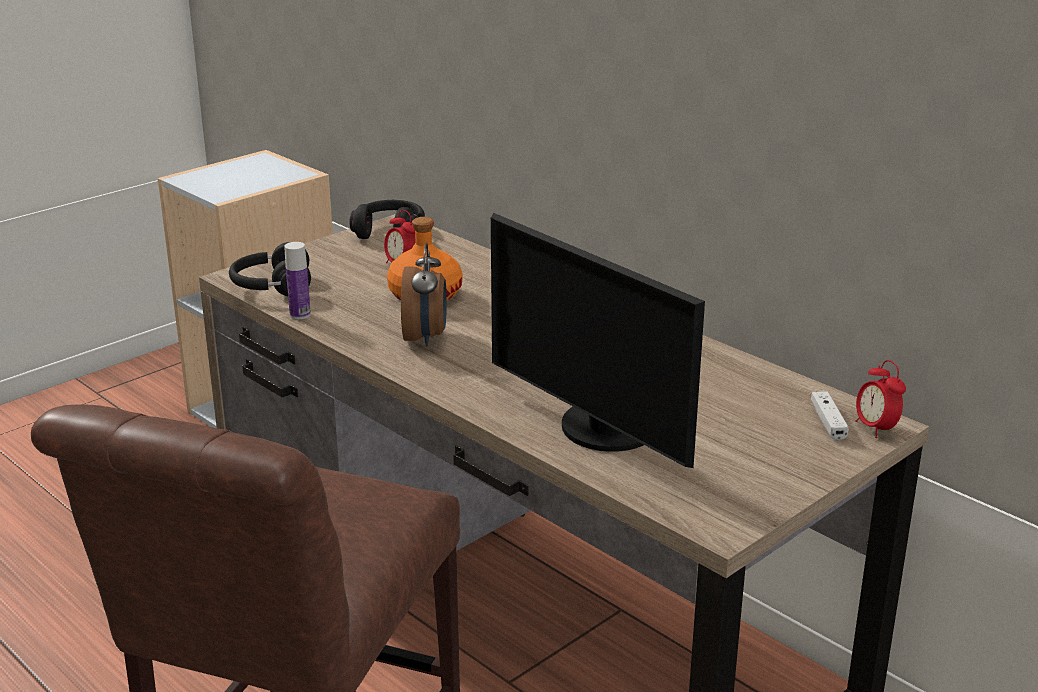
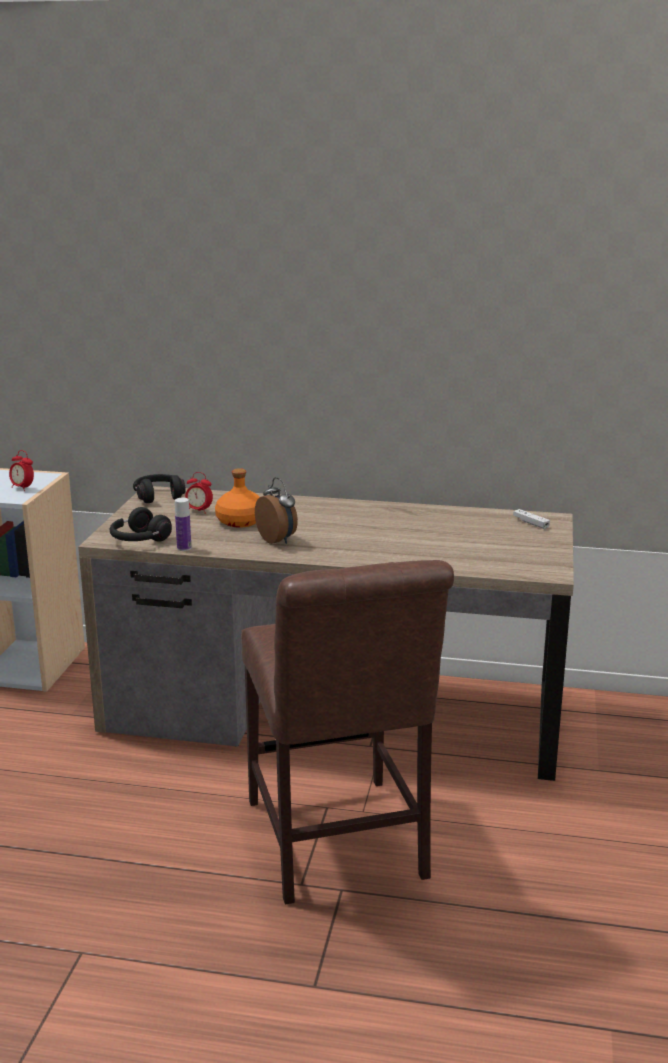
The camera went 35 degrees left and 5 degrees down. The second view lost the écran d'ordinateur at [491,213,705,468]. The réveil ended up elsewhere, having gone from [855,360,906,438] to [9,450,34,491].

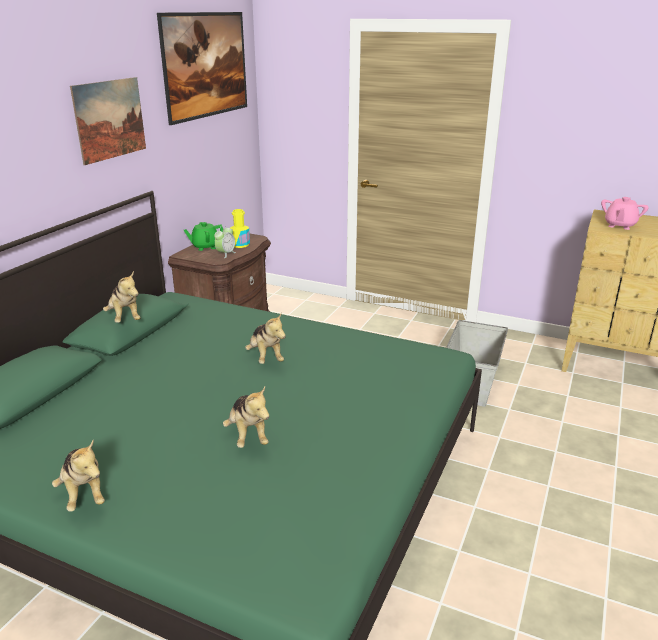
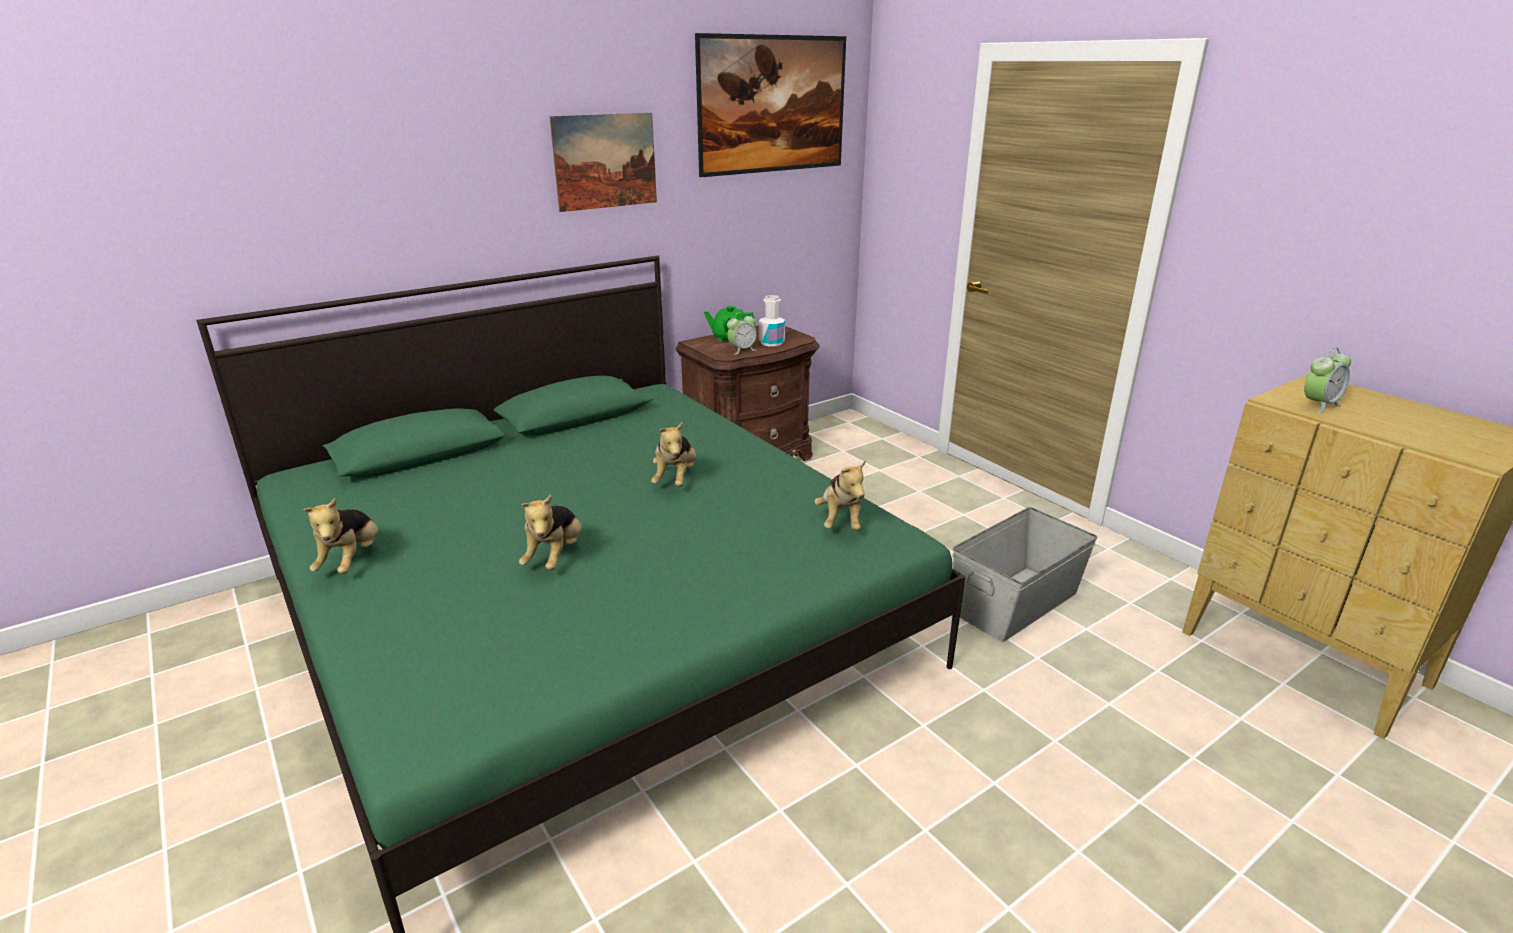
The camera went 30 degrees right and 0 degrees up. The peluche ended up elsewhere, having gone from [103,271,141,323] to [814,460,866,531]. What was the bouteille/jaune at [230,209,250,248] turned into the bouteille/blanc at [759,295,785,346]. Where the théière/rose stood at [601,197,649,230], the réveil came to stand at [1304,347,1351,413].

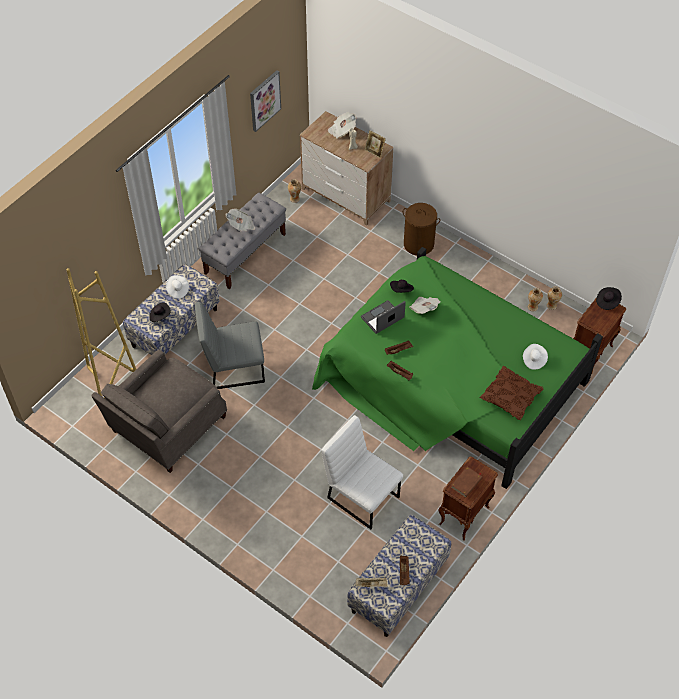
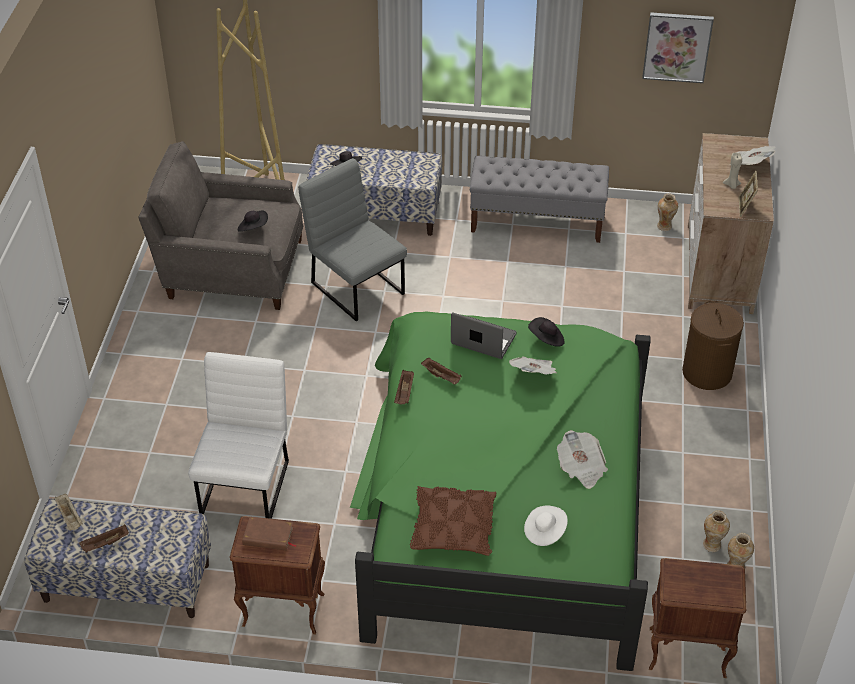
The camera went 60 degrees right and 10 degrees down. The second view lost the chapeau/blanc at [166,275,189,299]. The journal ended up elsewhere, having gone from [225,209,256,231] to [557,430,608,489]. The chapeau/noir ended up elsewhere, having gone from [596,287,622,310] to [238,210,268,232].

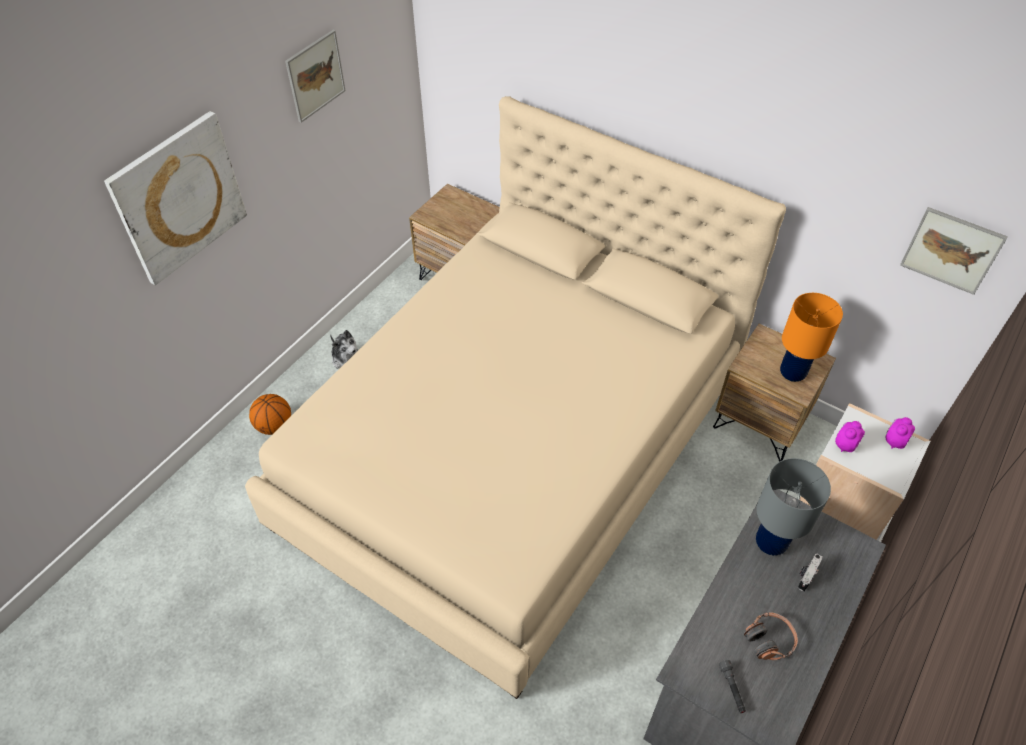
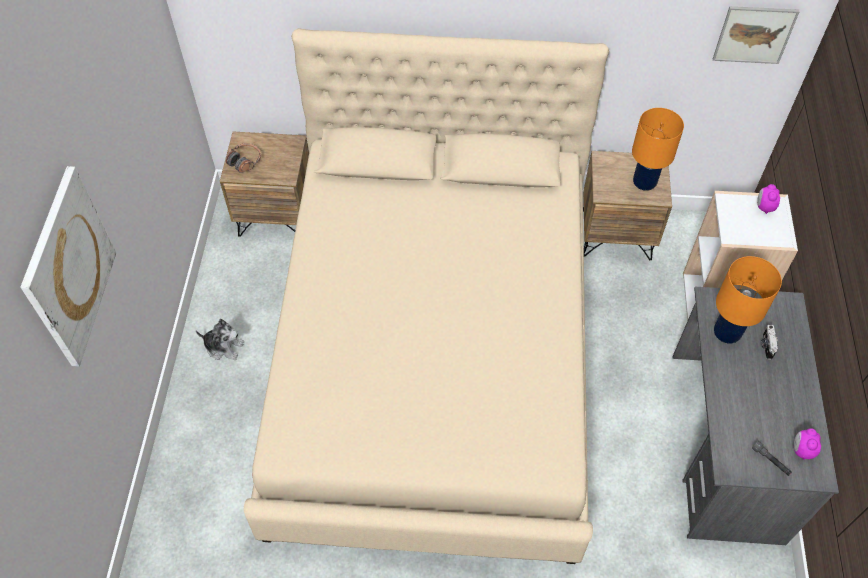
The camera went 30 degrees left and 5 degrees up. The second view lost the ballon de basket at [249,394,291,435]. The second view lost the tableau at [285,30,346,123]. The casque audio ended up elsewhere, having gone from [744,612,798,660] to [226,143,261,173]. What was the lampe de table/gris at [756,458,831,556] turned into the lampe de table/orange at [714,256,782,344]. The réveil ended up elsewhere, having gone from [835,421,865,452] to [794,428,821,460].

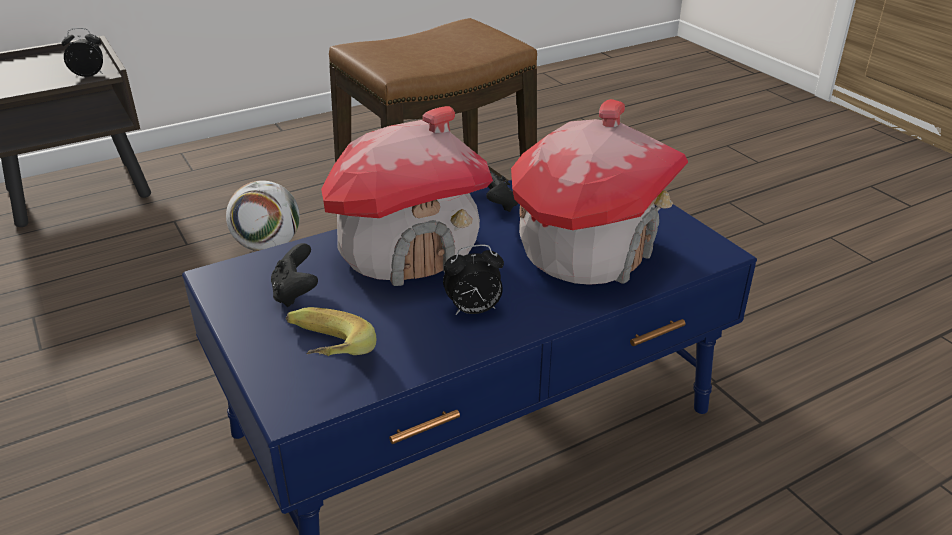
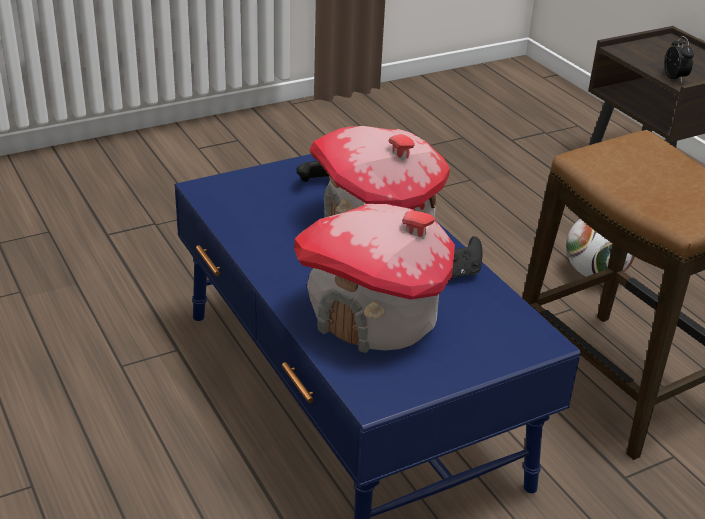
The camera went 90 degrees right and 0 degrees up. The second view lost the banane at [286,307,376,356]. The second view lost the réveil at [443,245,504,315].

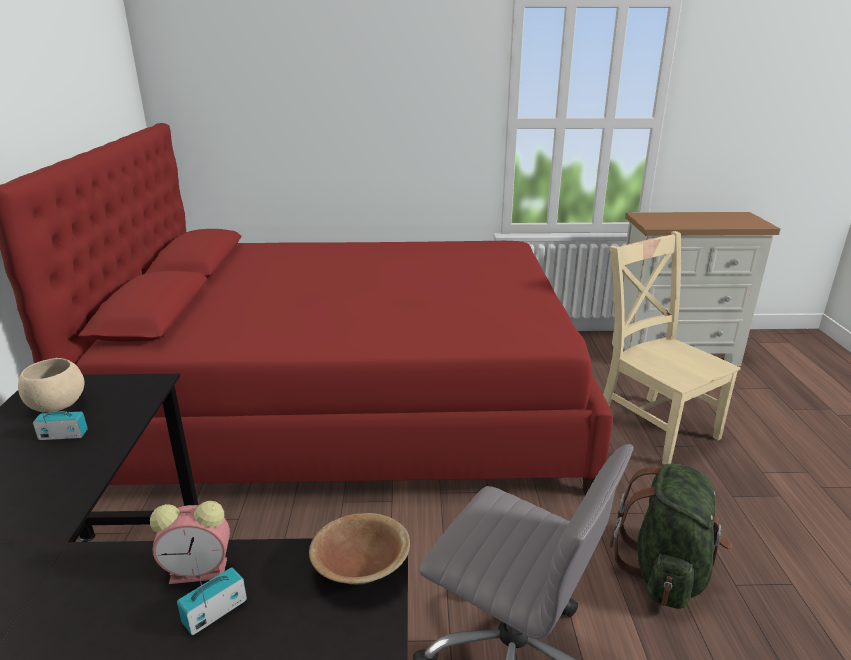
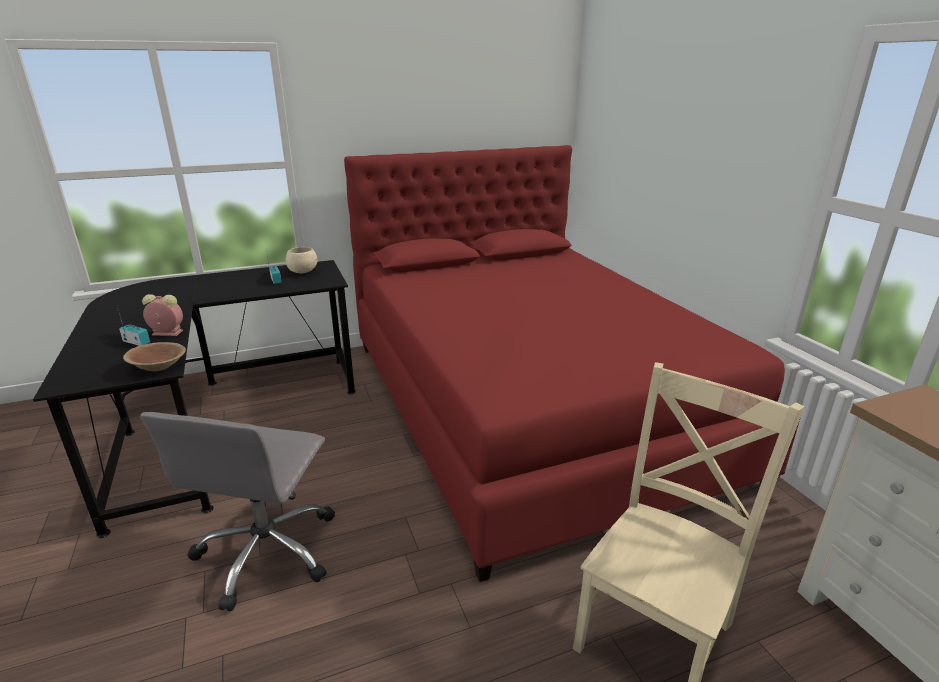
The camera went 70 degrees right and 0 degrees up. The réveil at [150,501,230,584] ended up facing another way, 120 degrees clockwise from before. The second view lost the sac à dos/vert at [610,463,732,609].

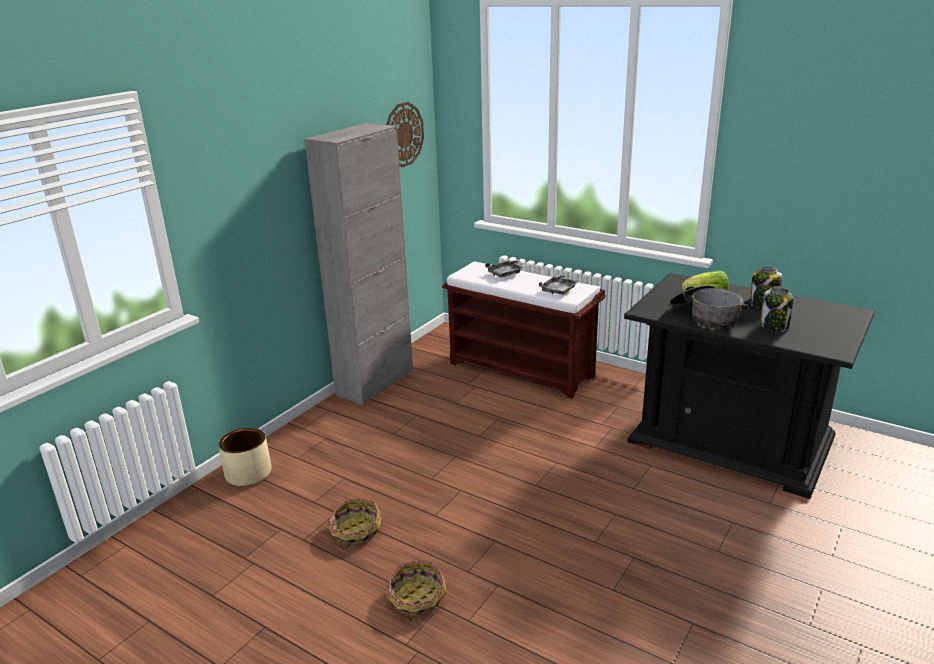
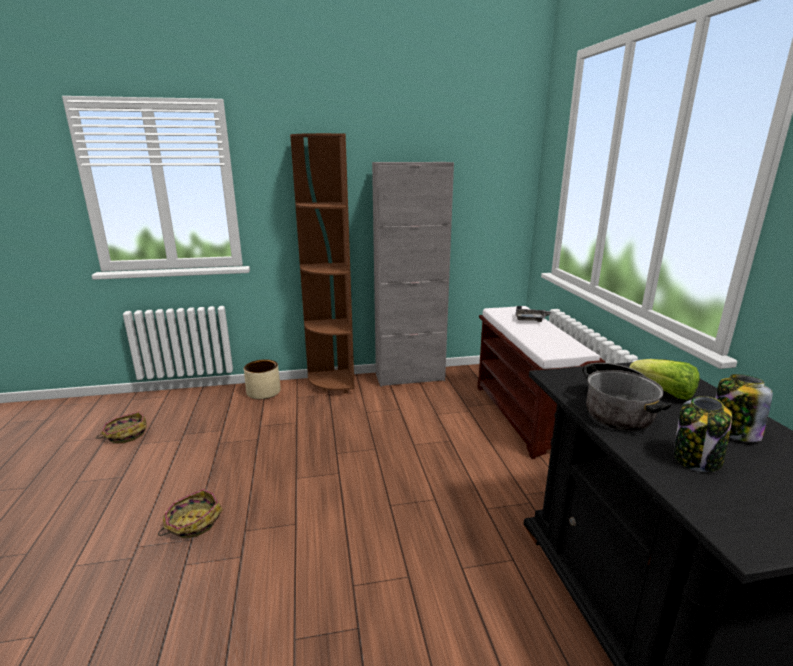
The camera went 45 degrees right and 5 degrees down. The panier ended up elsewhere, having gone from [327,499,382,549] to [96,411,147,443]. The second view lost the horloge murale at [386,102,424,167]. The second view lost the plateau/gris at [539,274,579,295]. The second view gained the bibliothèque/marron at [290,133,355,393].

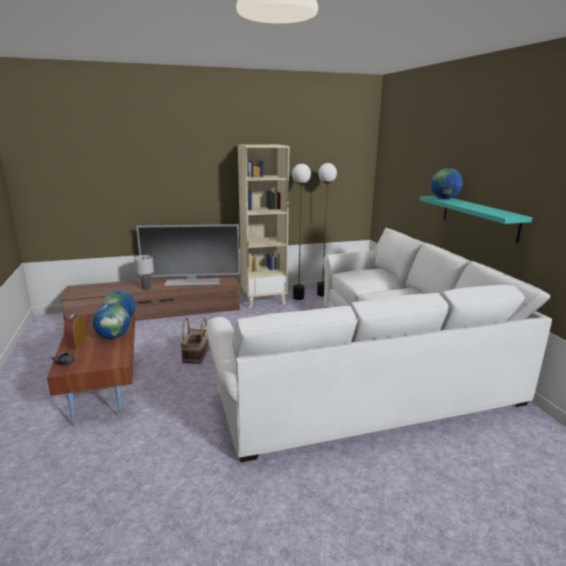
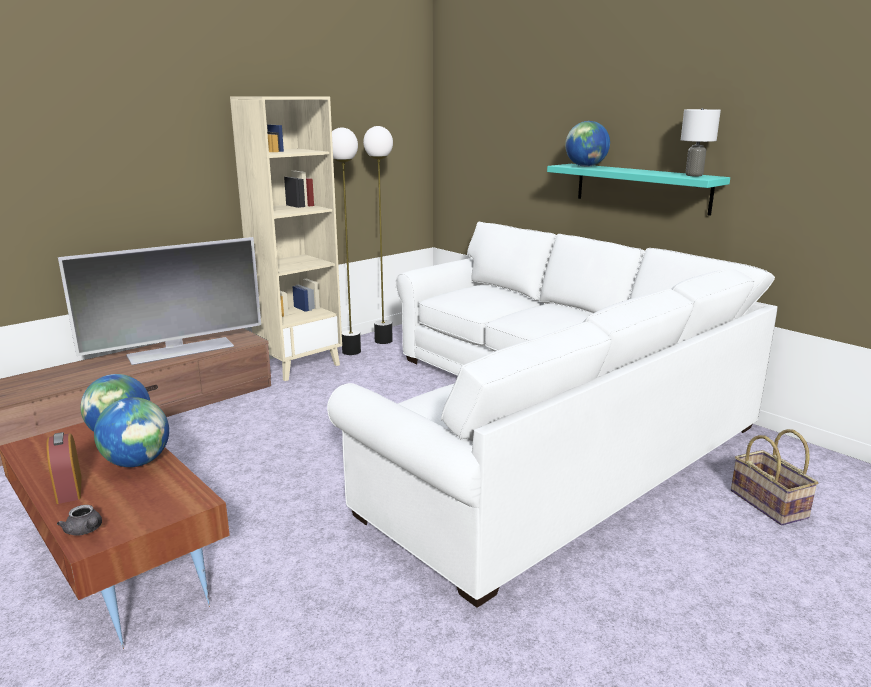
The camera went 25 degrees left and 0 degrees up. The lampe de table/blanc ended up elsewhere, having gone from [134,255,154,290] to [681,108,721,177]. The panier ended up elsewhere, having gone from [180,317,209,364] to [731,429,818,526].

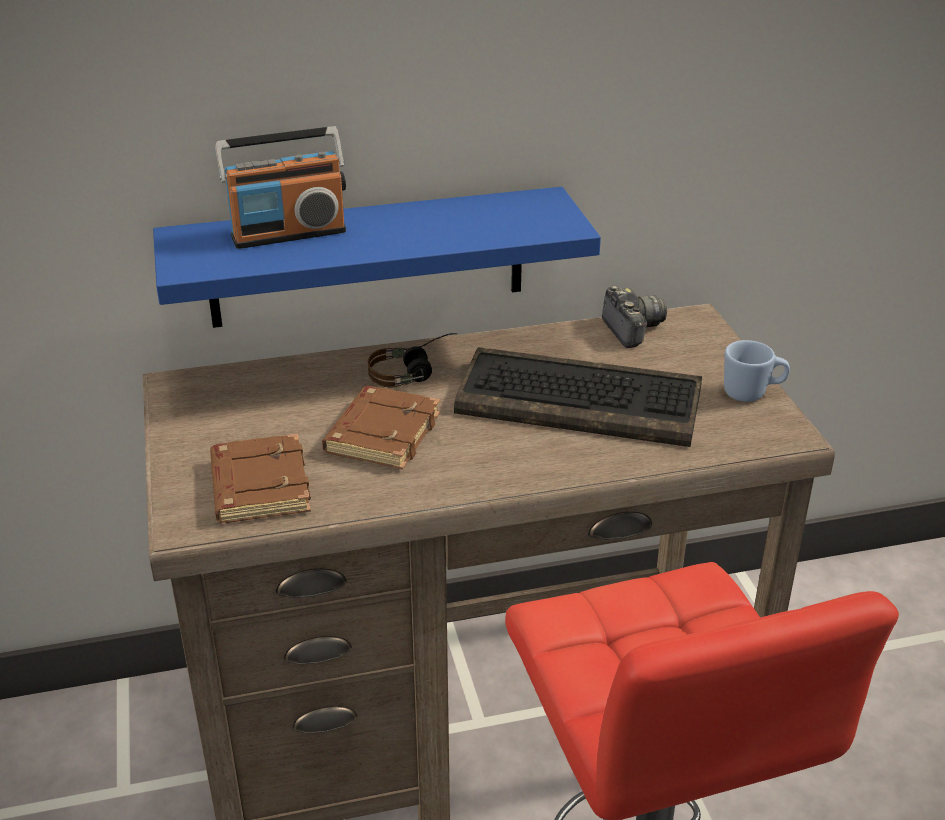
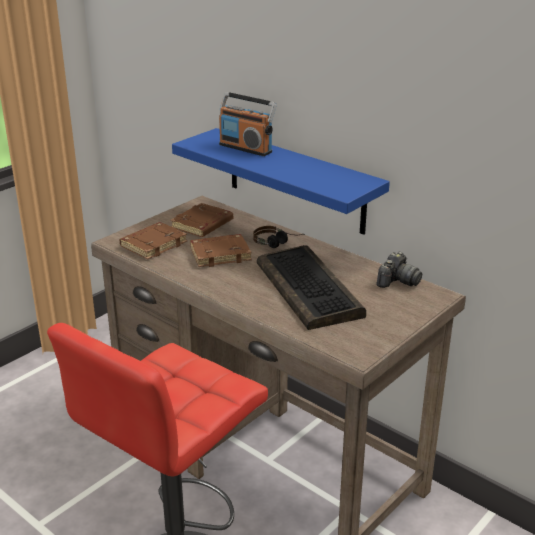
The camera went 55 degrees right and 5 degrees down. The second view lost the mug/bleu at [724,340,790,402]. The second view gained the livre/marron at [170,203,233,237].

